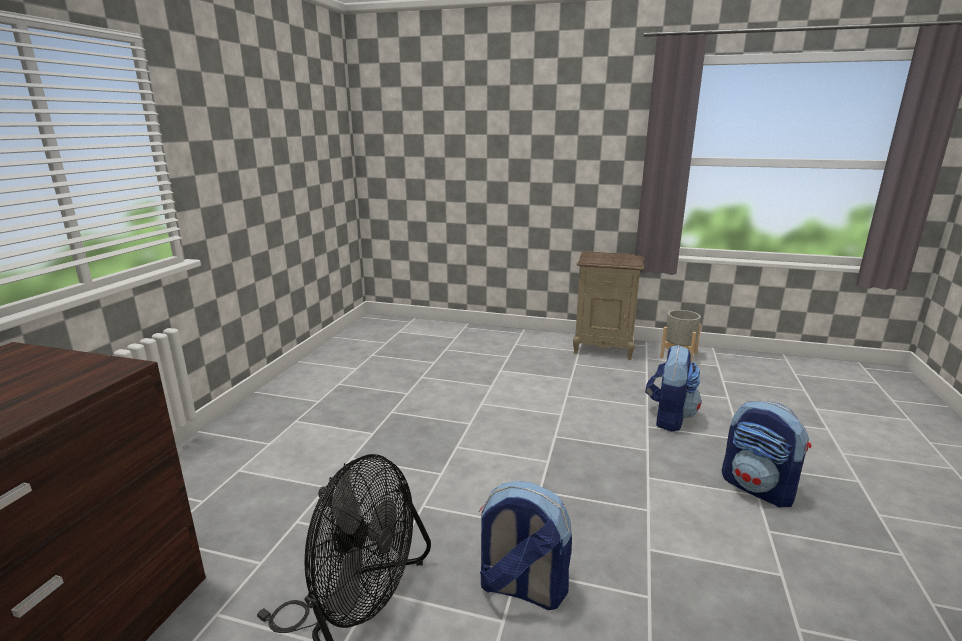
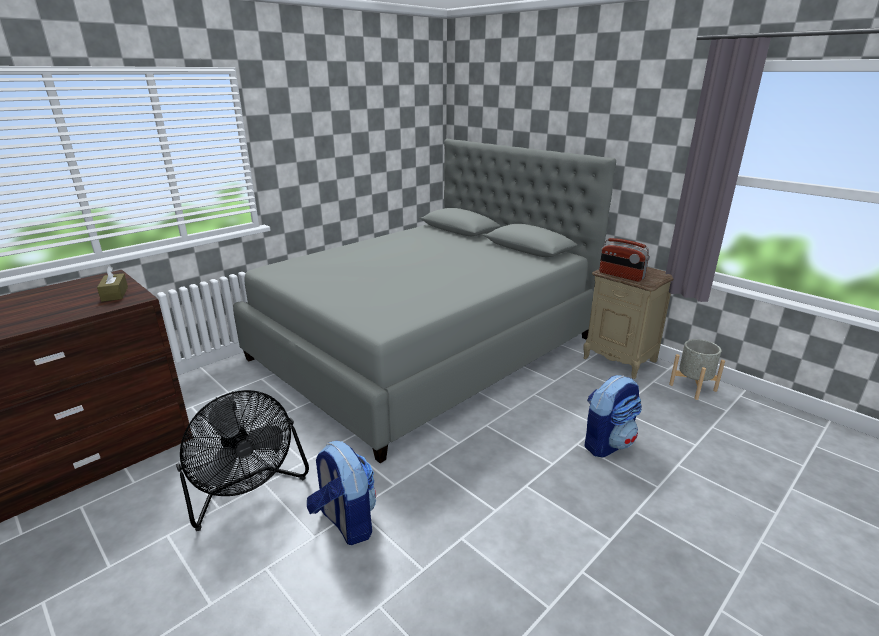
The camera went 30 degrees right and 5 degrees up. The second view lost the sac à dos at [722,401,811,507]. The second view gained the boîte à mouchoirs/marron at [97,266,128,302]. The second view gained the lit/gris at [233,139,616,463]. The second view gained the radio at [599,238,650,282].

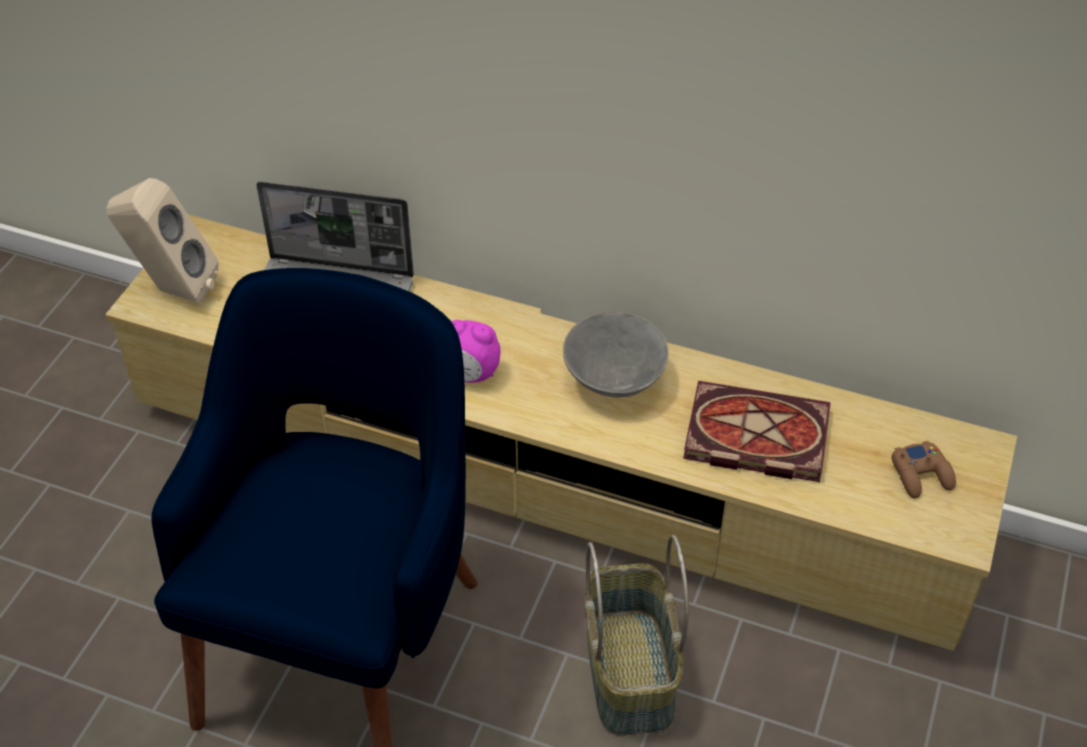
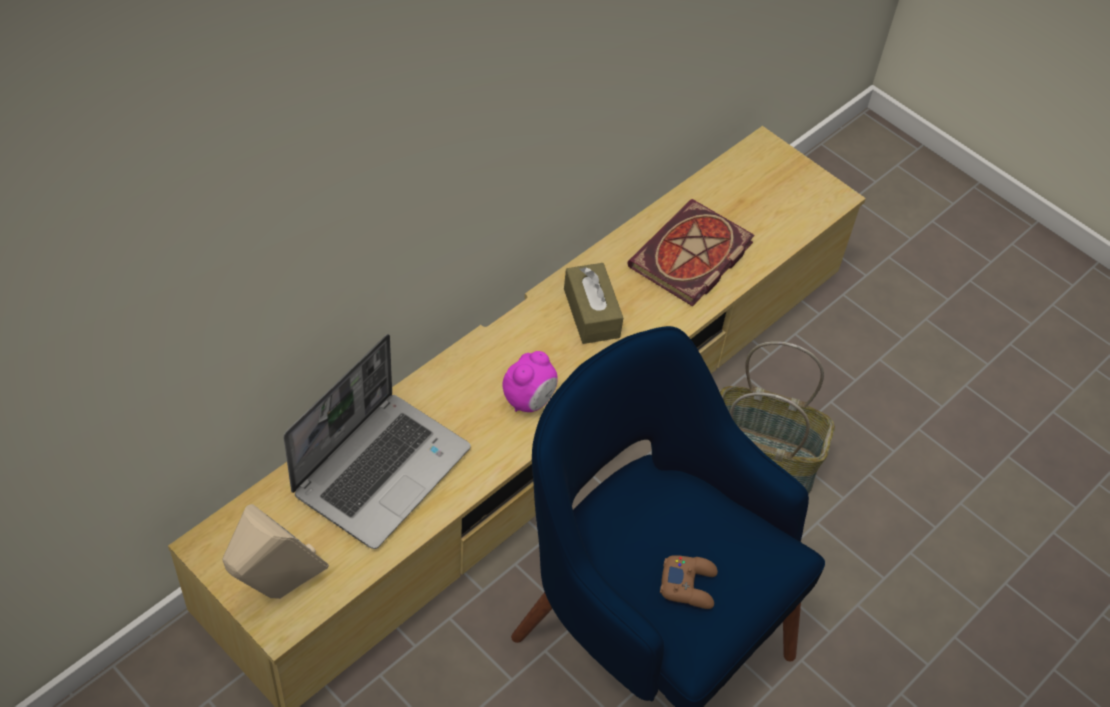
The camera went 70 degrees left and 5 degrees up. Where the bol/gris stood at [563,312,669,397], the boîte à mouchoirs/marron came to stand at [564,263,623,344]. The manette/marron ended up elsewhere, having gone from [892,441,956,499] to [660,555,718,609].

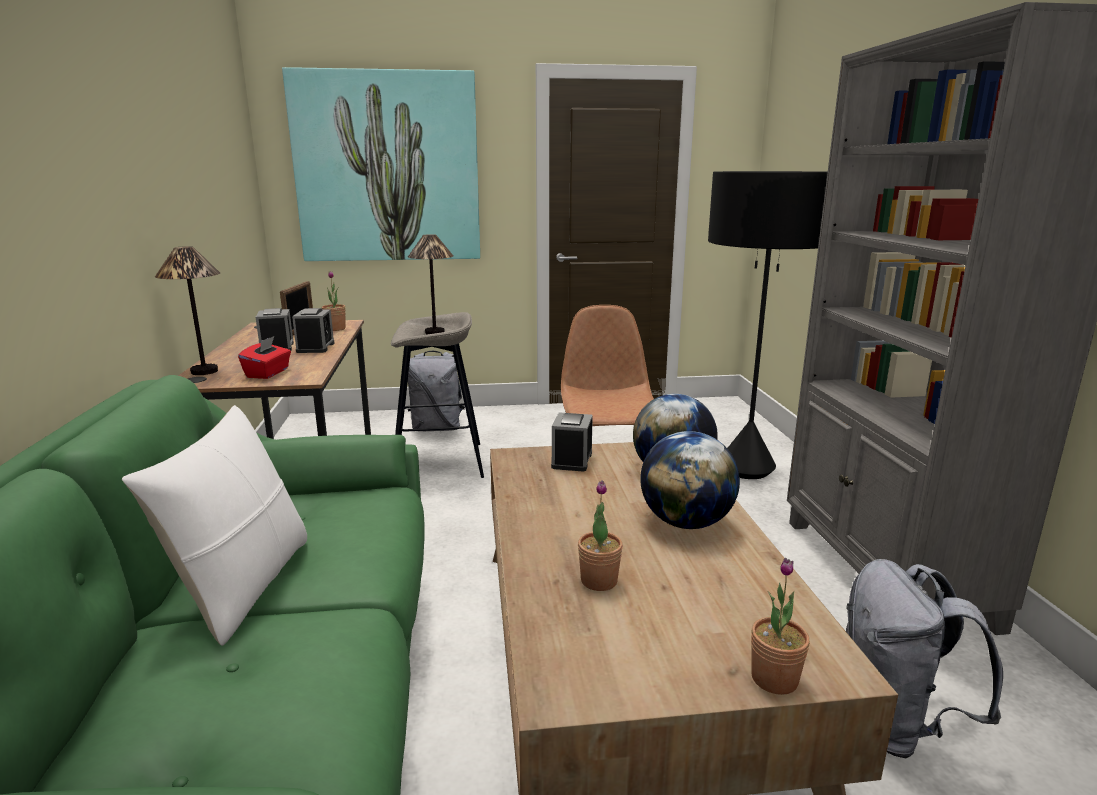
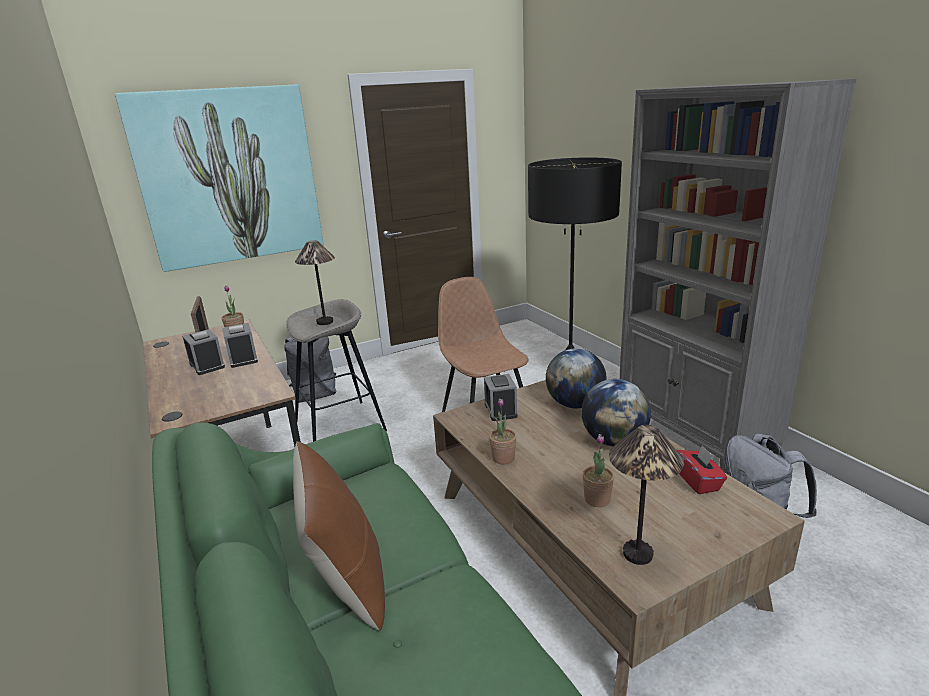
The camera went 20 degrees left and 5 degrees up. What was the coussin/blanc at [122,405,307,646] turned into the coussin/marron at [293,441,385,631]. The lampe de table ended up elsewhere, having gone from [155,246,220,375] to [609,425,684,565]. The boîte à mouchoirs/rouge ended up elsewhere, having gone from [238,336,291,379] to [677,445,727,494]. The plante en pot ended up elsewhere, having gone from [751,558,810,695] to [489,398,517,464].

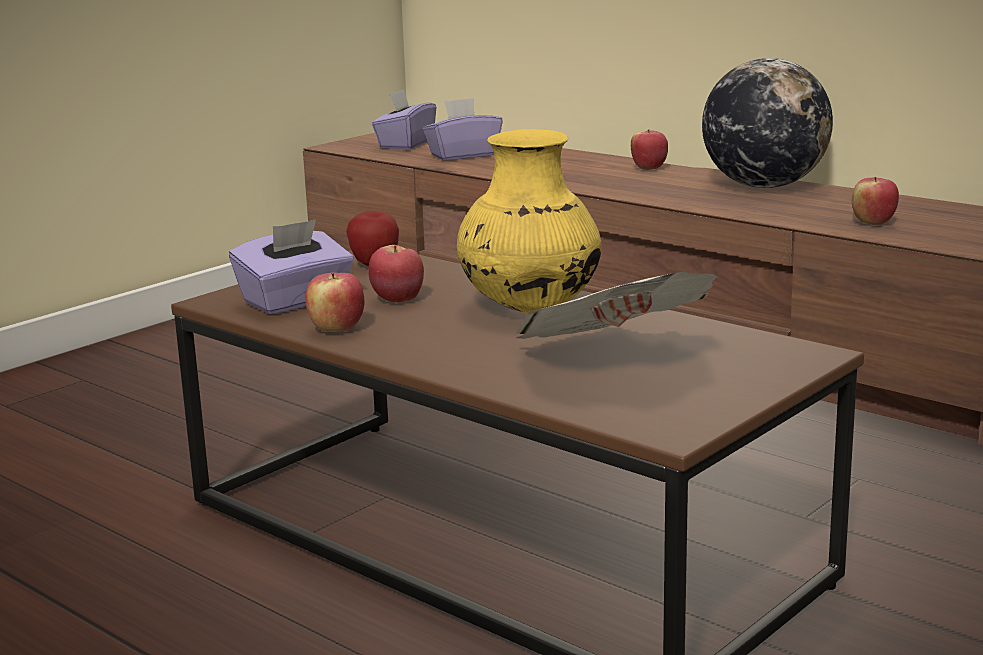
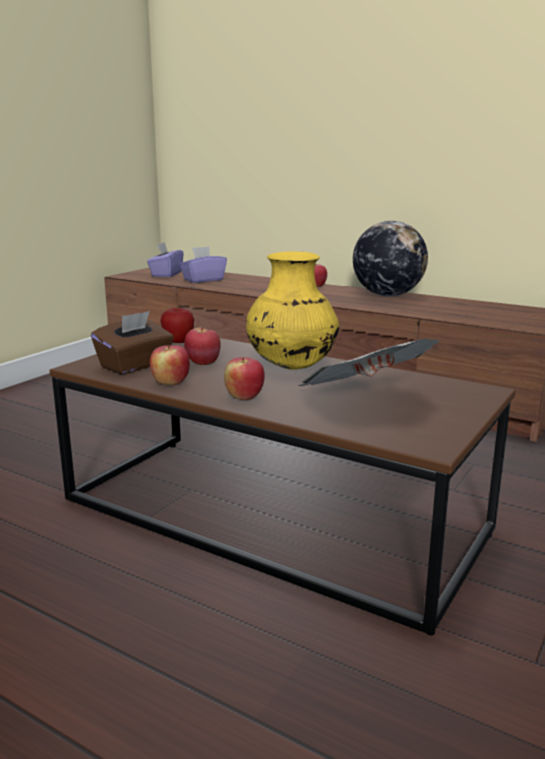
The camera went 10 degrees left and 0 degrees up. What was the boîte à mouchoirs/violet at [229,219,354,314] turned into the boîte à mouchoirs/marron at [91,311,174,374]. The pomme ended up elsewhere, having gone from [852,177,899,225] to [224,357,265,401].

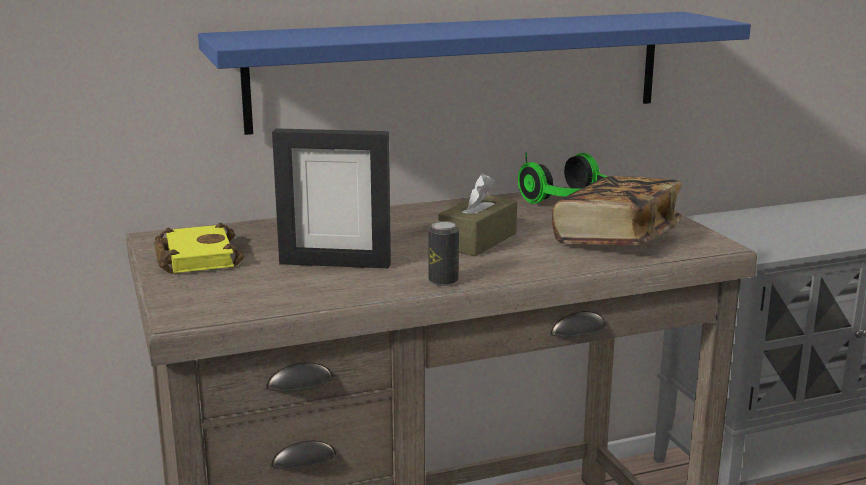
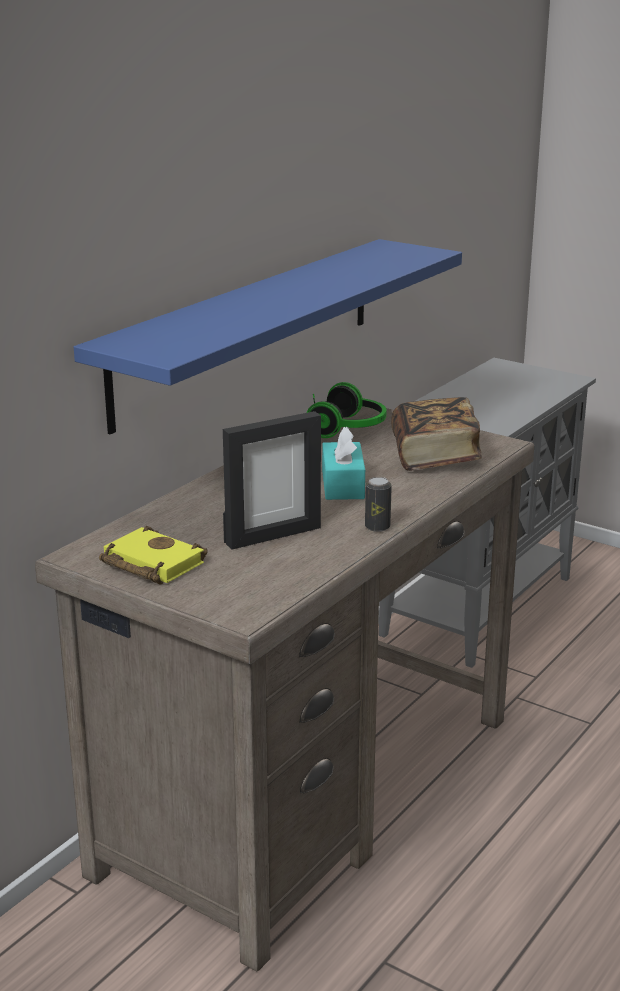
The camera went 35 degrees left and 5 degrees up. What was the boîte à mouchoirs/marron at [438,173,517,256] turned into the boîte à mouchoirs/turquoise at [322,427,365,500].

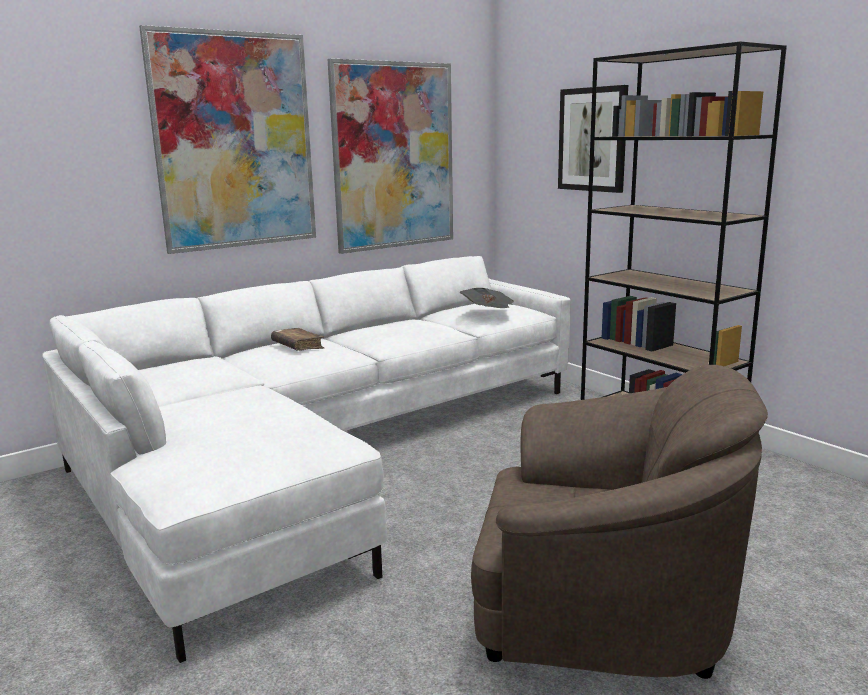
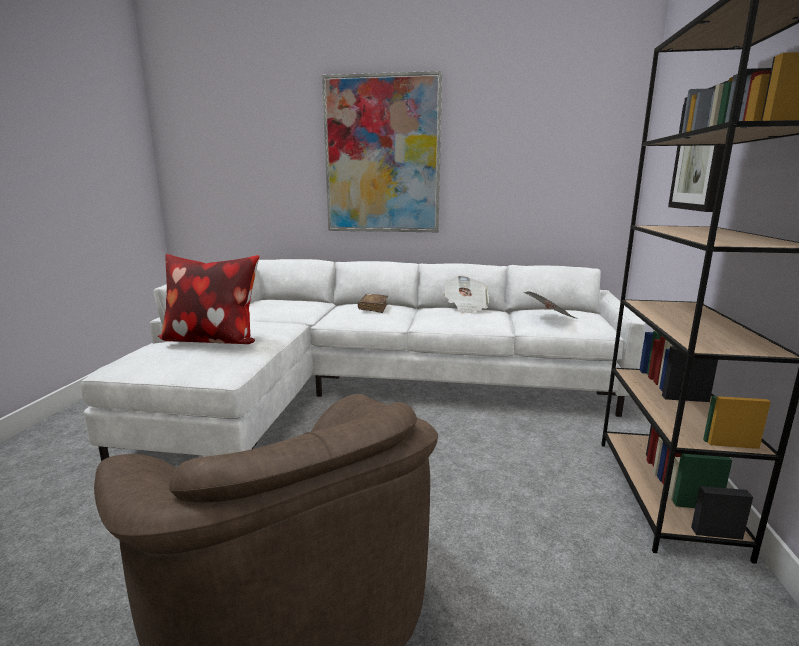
The camera went 45 degrees right and 0 degrees up. The second view lost the tableau at [328,58,453,254]. The second view gained the coussin at [158,254,260,344]. The second view gained the journal at [443,276,489,313].

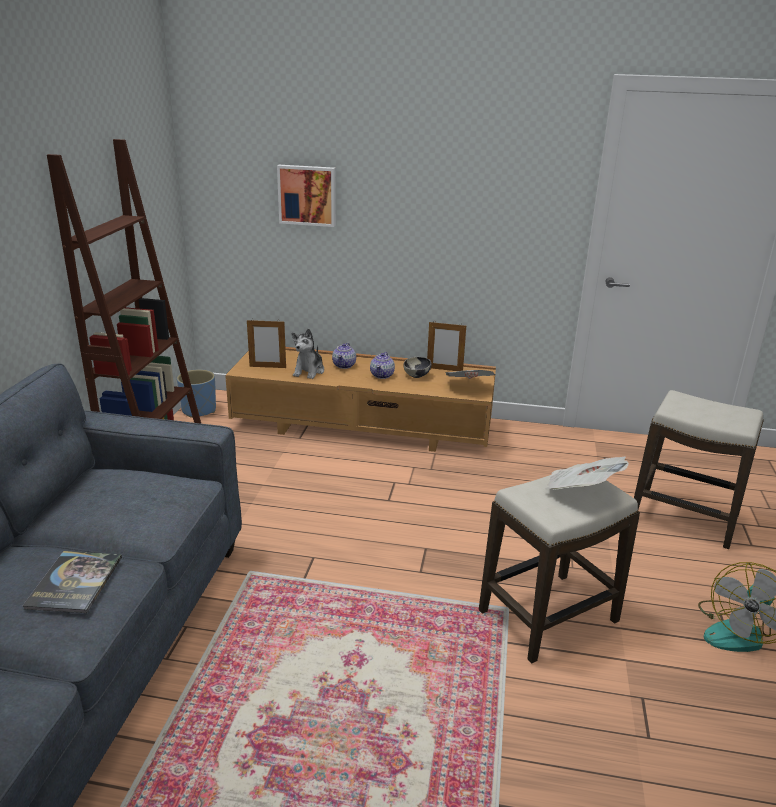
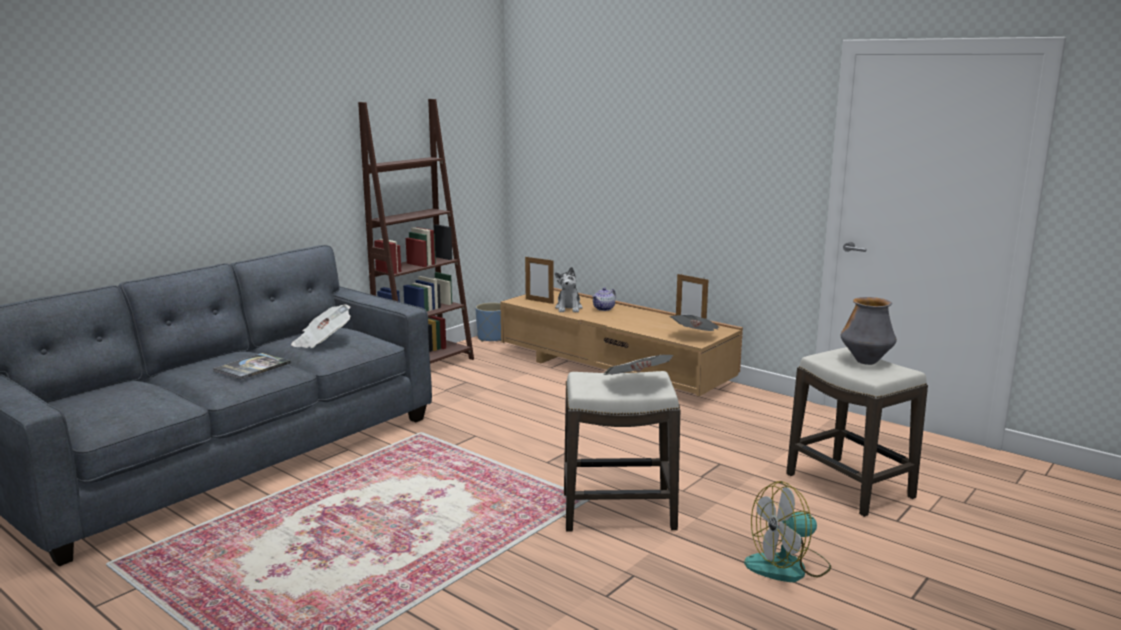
The camera went 30 degrees right and 10 degrees down. The second view lost the tableau at [277,165,336,227]. The peluche at [292,329,324,379] ended up facing another way, 45 degrees counterclockwise from before. The second view lost the théière at [370,352,395,379]. The second view lost the bol at [403,357,432,378]. The second view gained the journal at [291,305,351,348]. The second view gained the vase at [840,297,897,365].

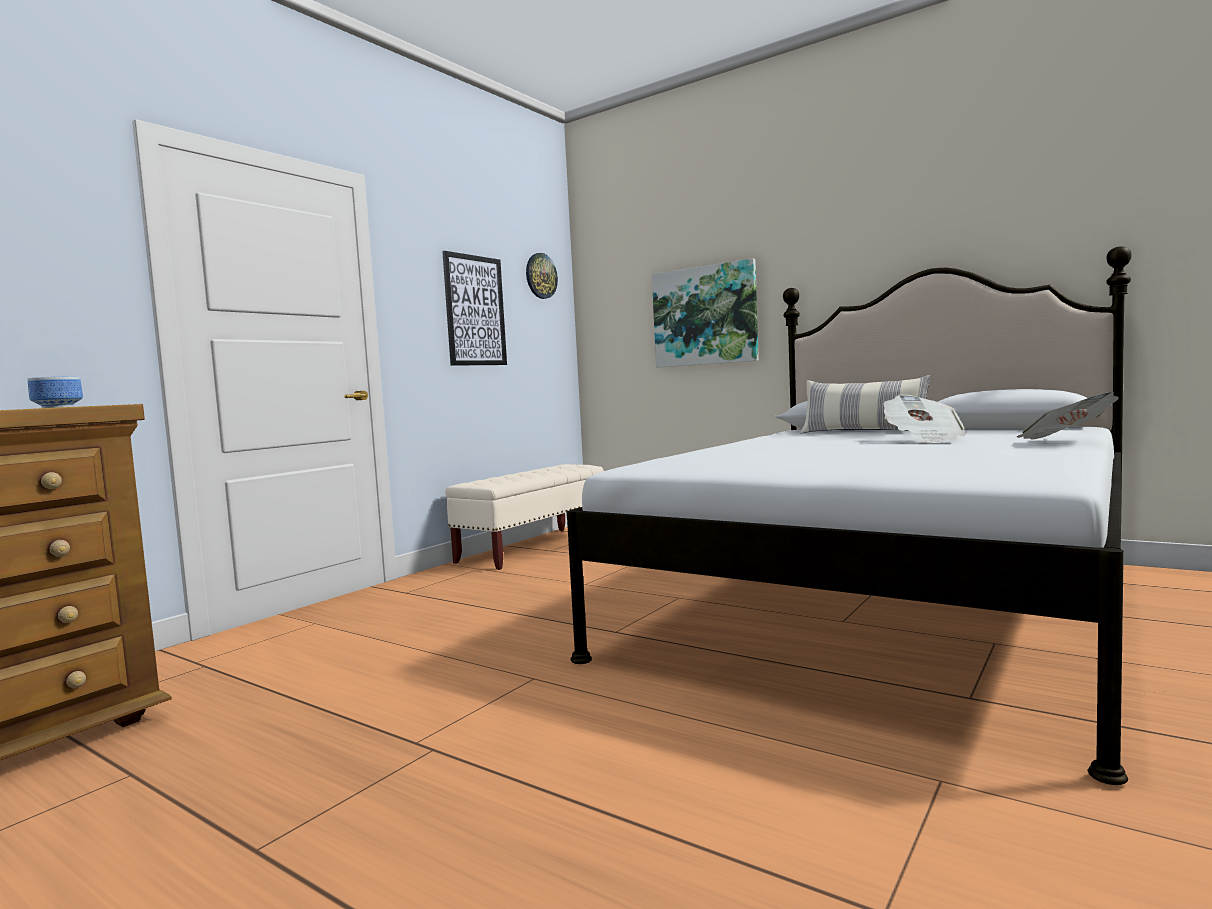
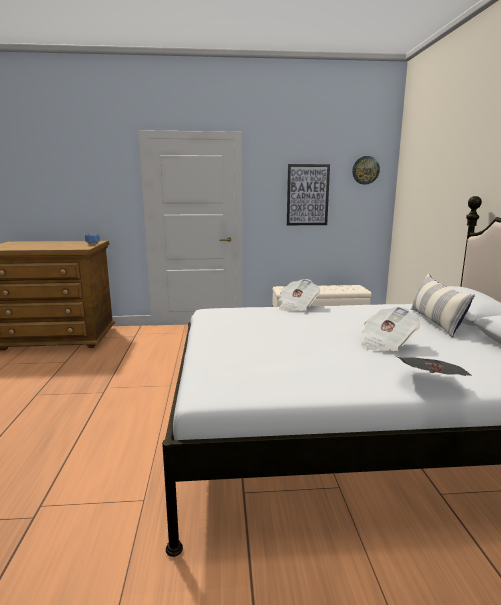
The camera went 50 degrees right and 10 degrees up. The second view lost the tableau at [652,258,759,367]. The second view gained the journal at [279,279,320,311].

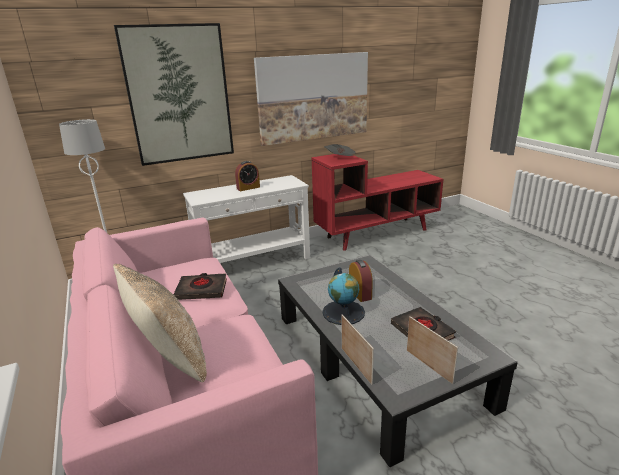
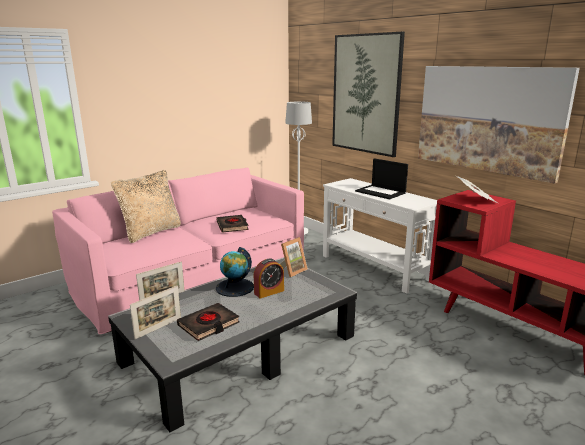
The camera went 75 degrees right and 5 degrees down. Where the réveil stood at [235,161,260,191], the ordinateur portable came to stand at [355,158,408,199]. The second view gained the cadre photo at [280,237,308,277].

